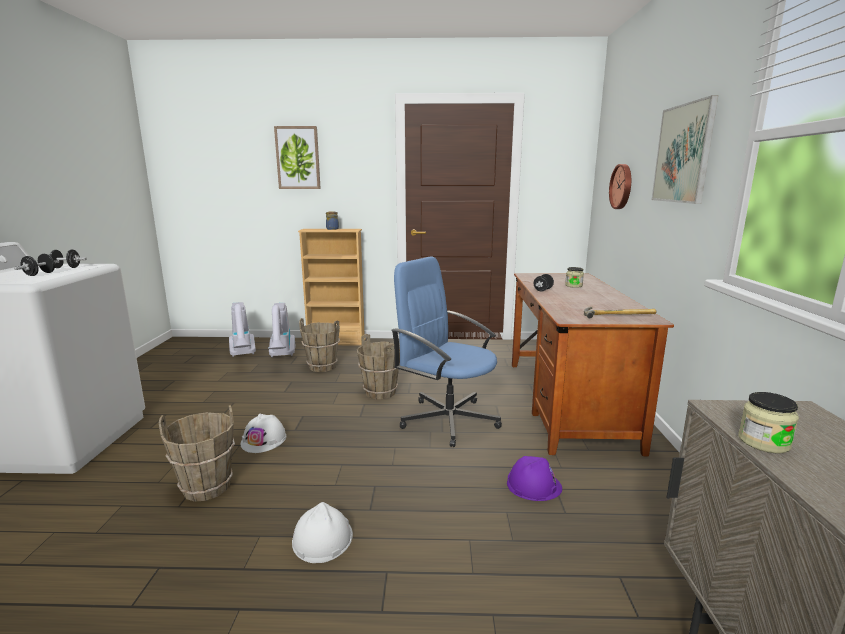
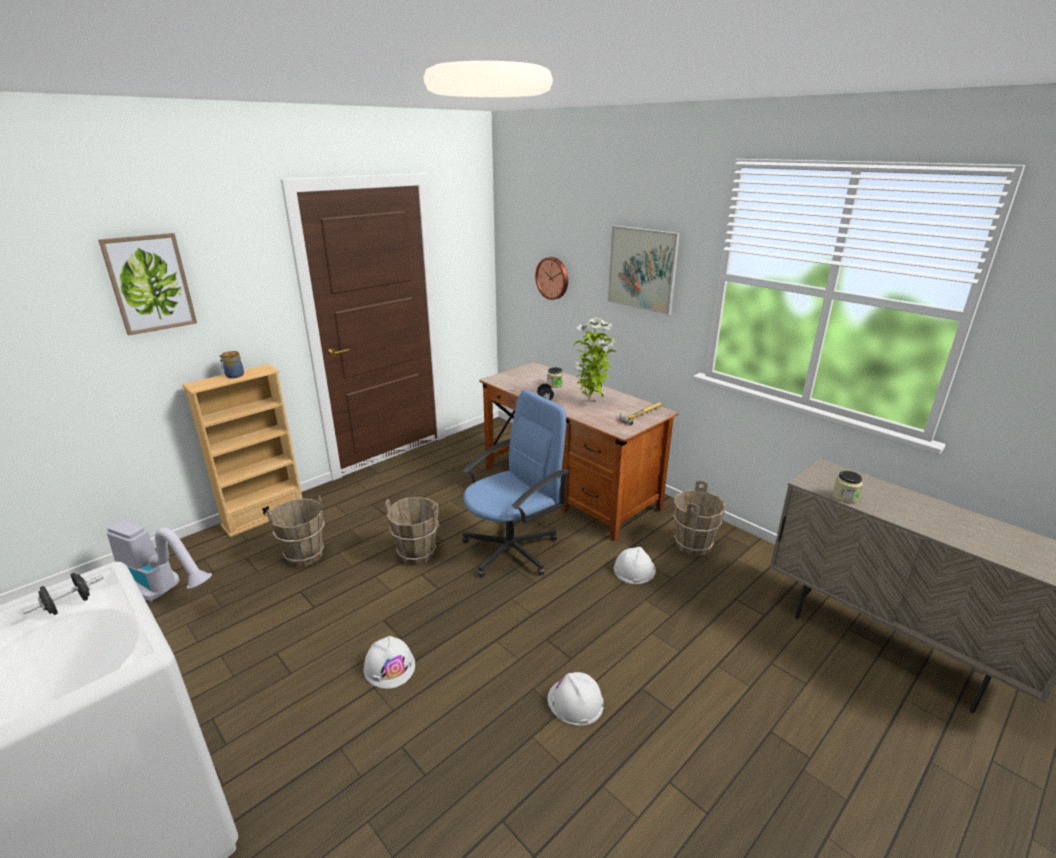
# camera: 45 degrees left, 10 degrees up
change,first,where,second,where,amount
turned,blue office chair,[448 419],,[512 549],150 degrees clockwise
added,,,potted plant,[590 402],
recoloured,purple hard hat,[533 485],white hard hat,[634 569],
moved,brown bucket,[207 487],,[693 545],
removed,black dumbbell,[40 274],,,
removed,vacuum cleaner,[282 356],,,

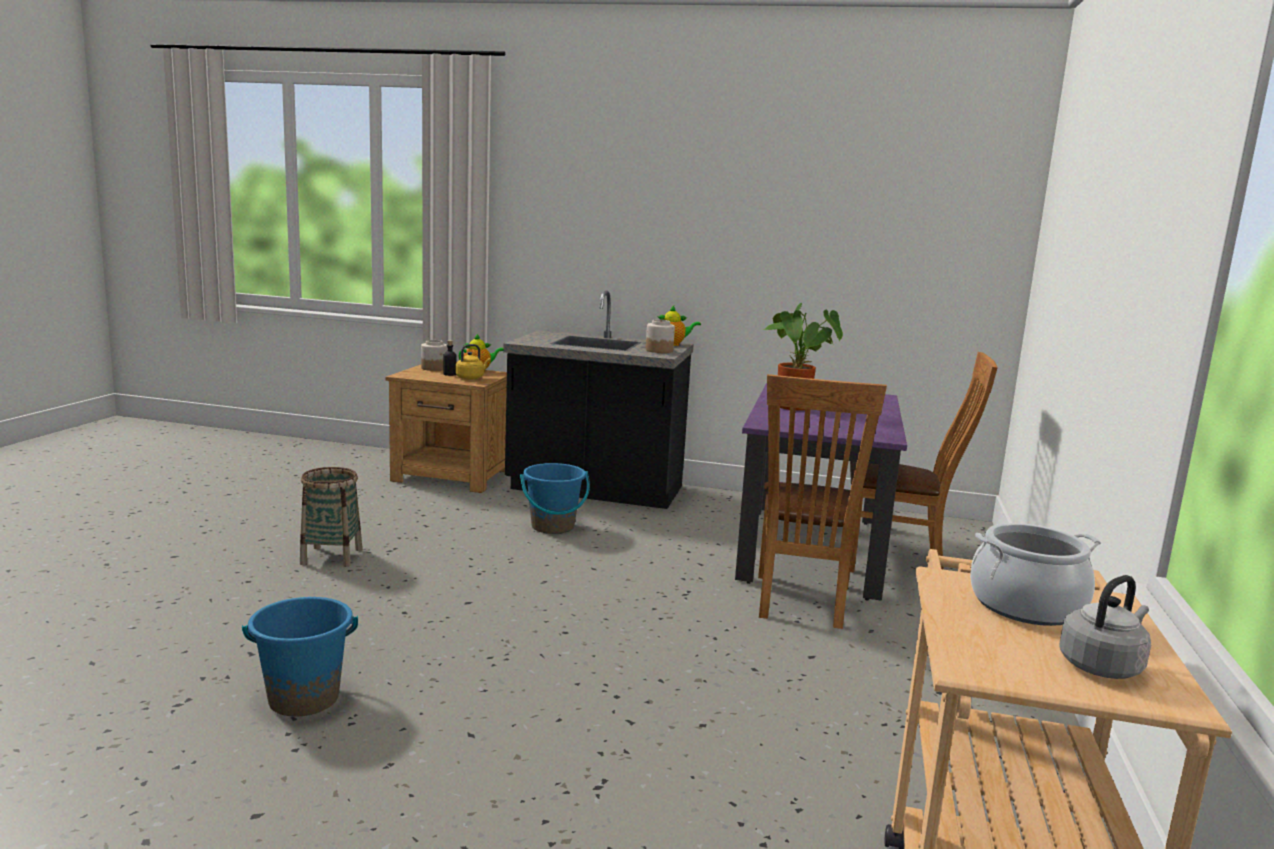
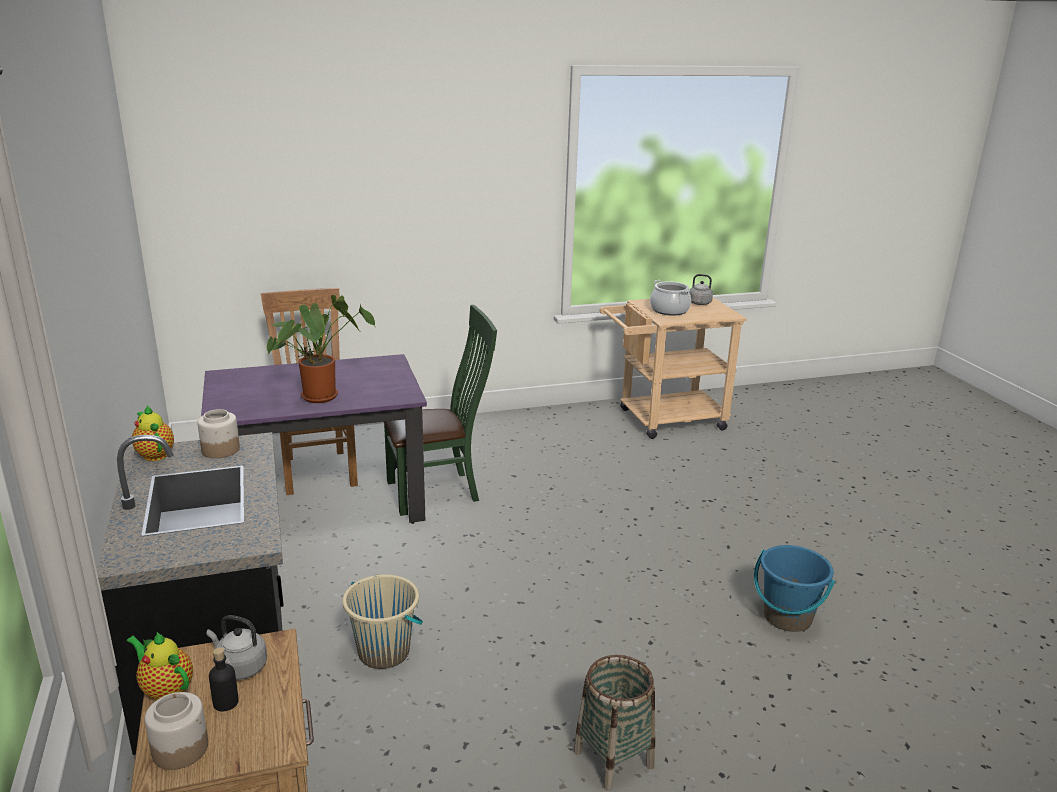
# camera: 120 degrees left, 10 degrees up
change,first,where,second,where,amount
recoloured,yellow kettle,[471 378],grey kettle,[239 667],
recoloured,blue bucket,[553 527],beige bucket,[384 652],
recoloured,brown chair,[801 603],green chair,[438 491],

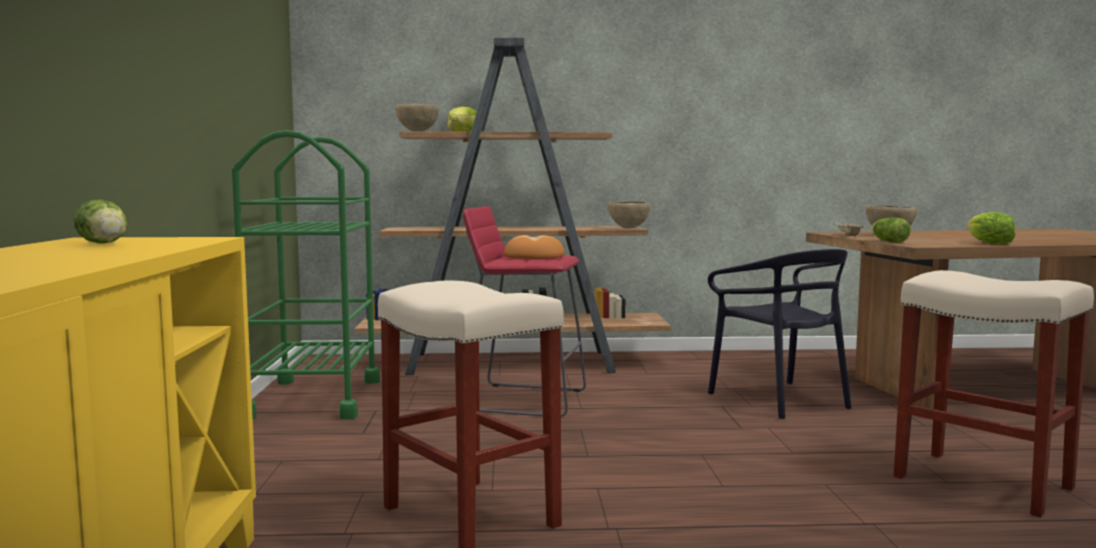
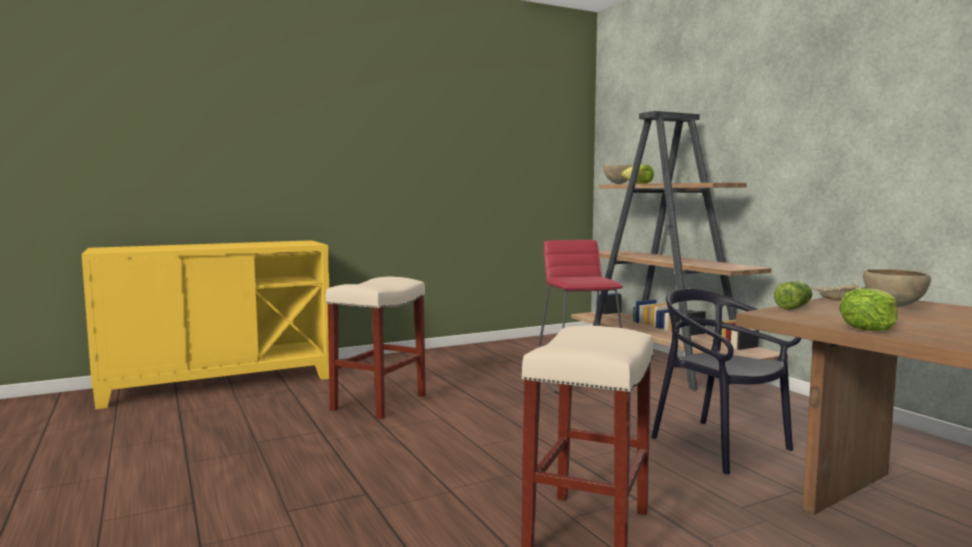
# camera: 65 degrees right, 0 degrees up
change,first,where,second,where,amount
turned,black chair,[779 400],,[719 446],105 degrees clockwise
removed,lettuce,[104 244],,,
removed,green cart,[314 399],,,
removed,bread,[534 256],,,
removed,brown bowl,[628 228],,,

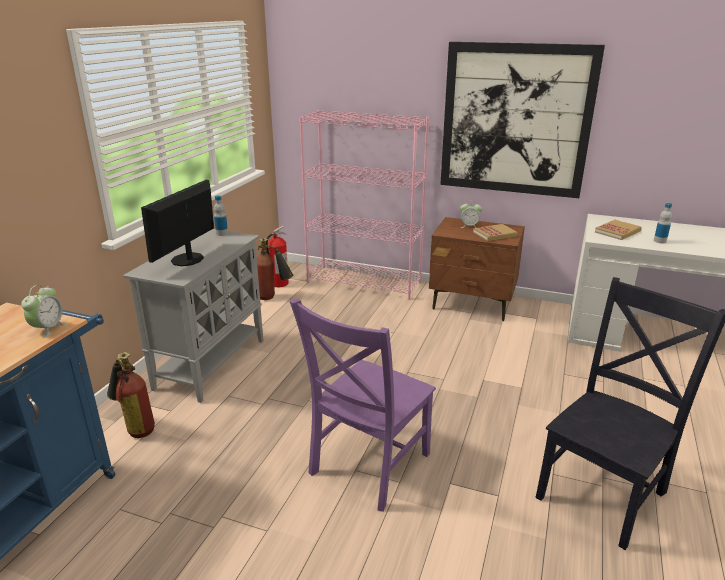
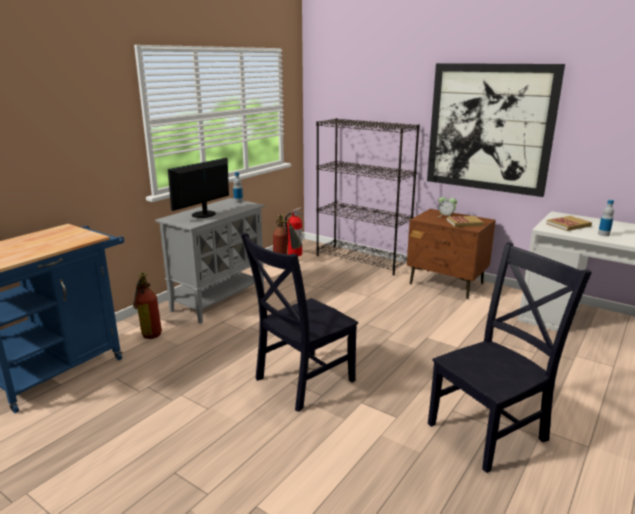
# camera: 15 degrees right, 5 degrees down
change,first,where,second,where,amount
recoloured,purple chair,[367 466],black chair,[301 381],
recoloured,pink bookcase,[364 282],black bookcase,[363 260],
removed,alarm clock,[48 329],,,

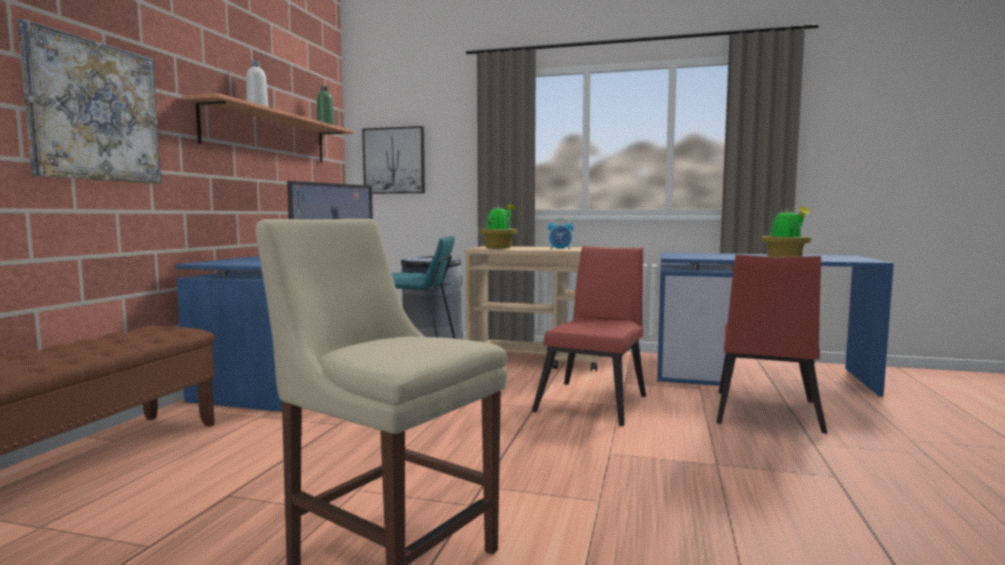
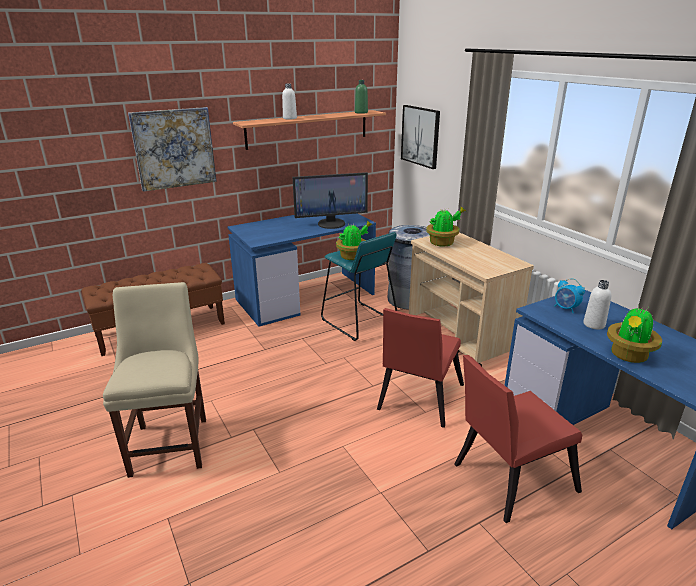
# camera: 45 degrees right, 20 degrees up
change,first,where,second,where,amount
added,,,potted plant,[353 256],
turned,red chair,[595 401],,[418 400],135 degrees clockwise
moved,alarm clock,[560 249],,[566 308],
added,,,white bottle,[594 324],

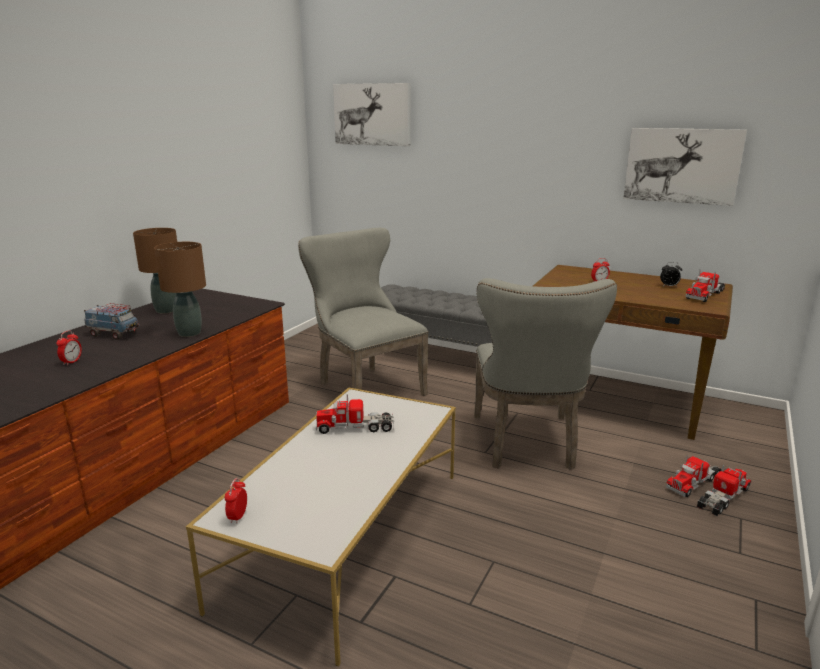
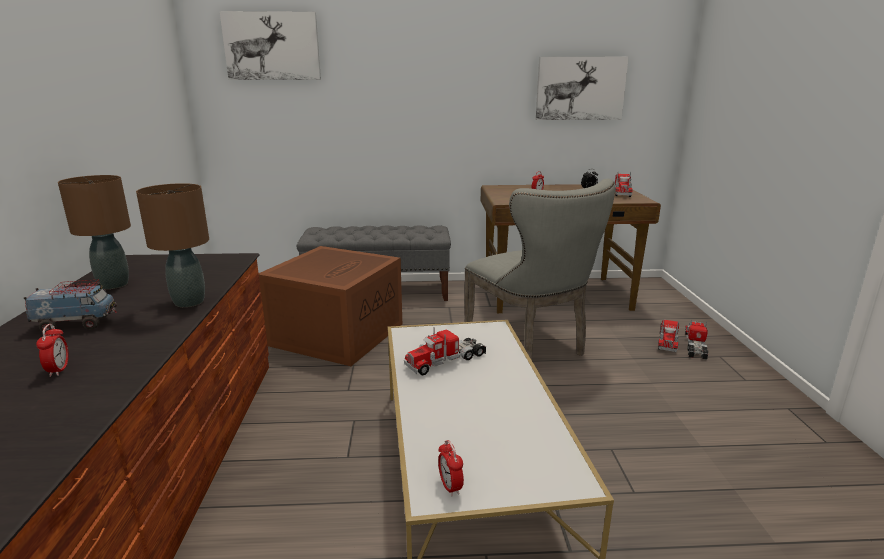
# camera: 30 degrees left, 0 degrees up
change,first,where,second,where,amount
replaced,grey chair,[365 387],brown storage box,[336 333],

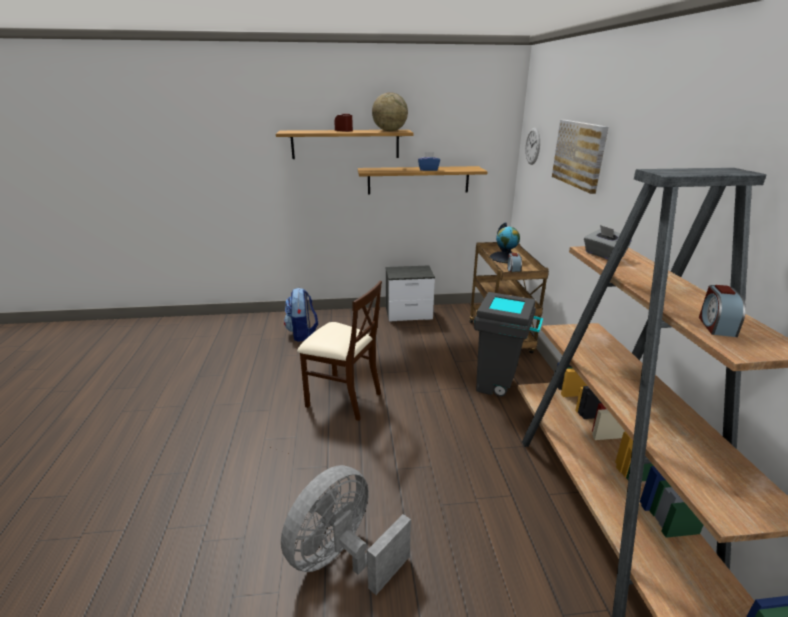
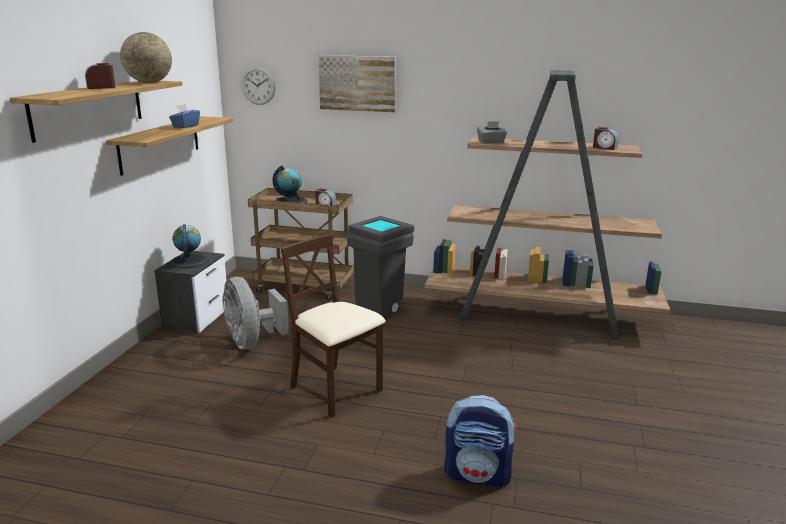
# camera: 70 degrees left, 5 degrees down
change,first,where,second,where,amount
added,,,globe,[189 261],
moved,grey fan,[342 558],,[252 342],
turned,beige chair,[343 398],,[335 390],90 degrees counterclockwise
moved,backpack,[302 333],,[478 474],

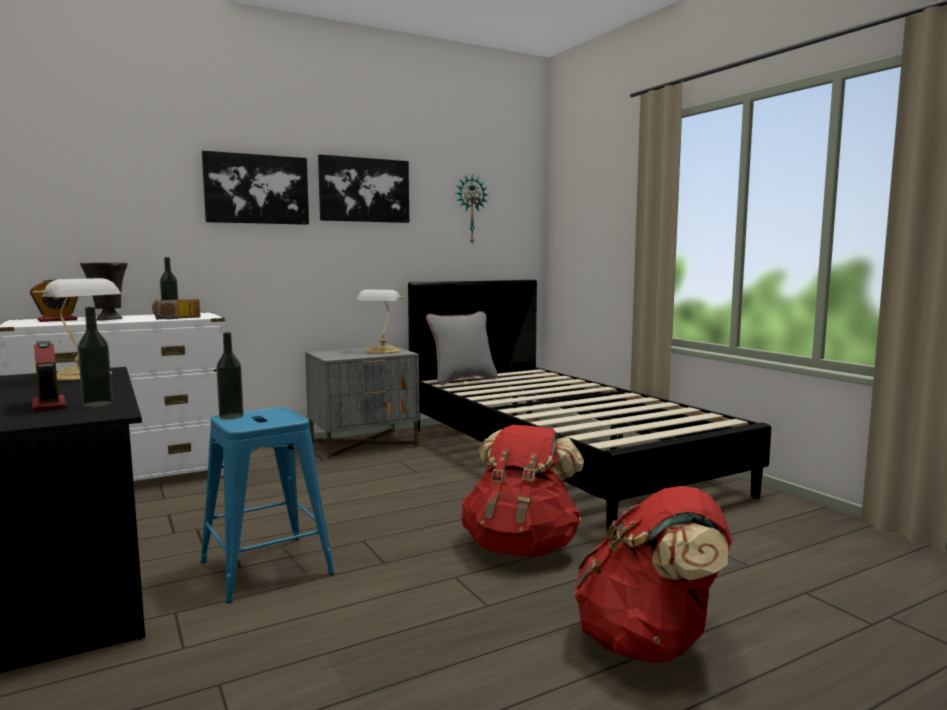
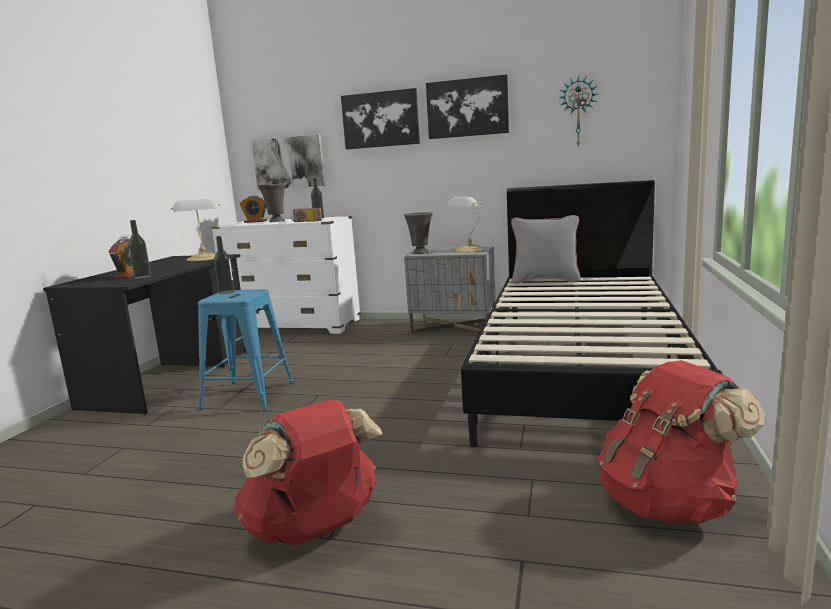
# camera: 45 degrees right, 5 degrees up
change,first,where,second,where,amount
added,,,picture,[289 162],
added,,,grey vase,[420 253],
moved,red backpack,[521 547],,[668 503],

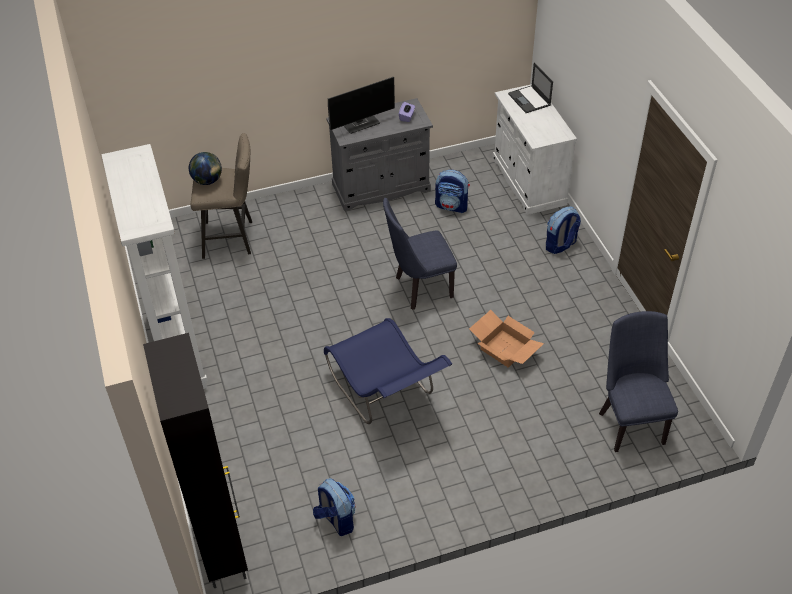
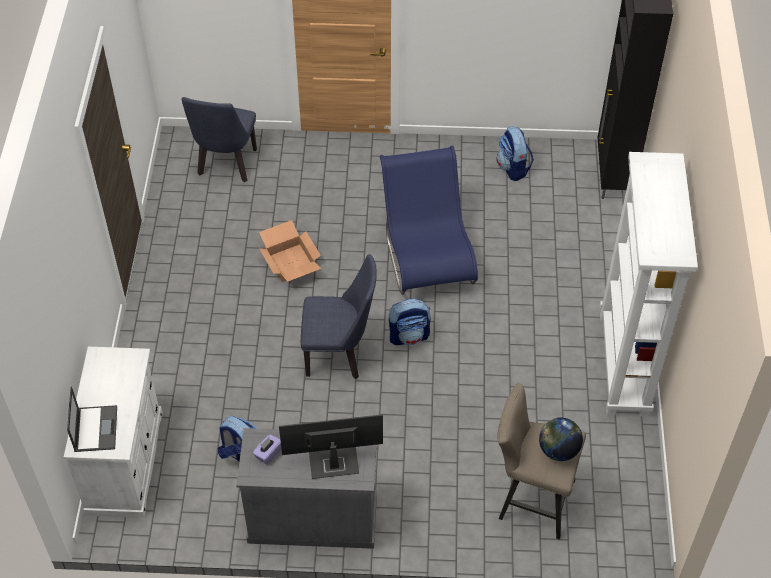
# camera: 160 degrees left, 5 degrees up
change,first,where,second,where,amount
moved,backpack,[560 245],,[409 336],

